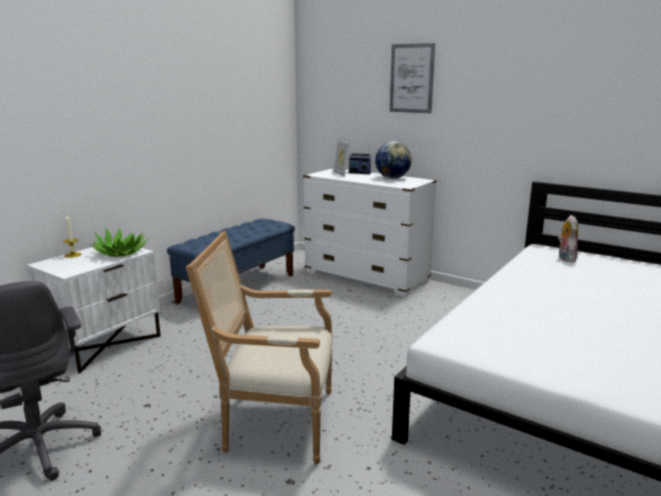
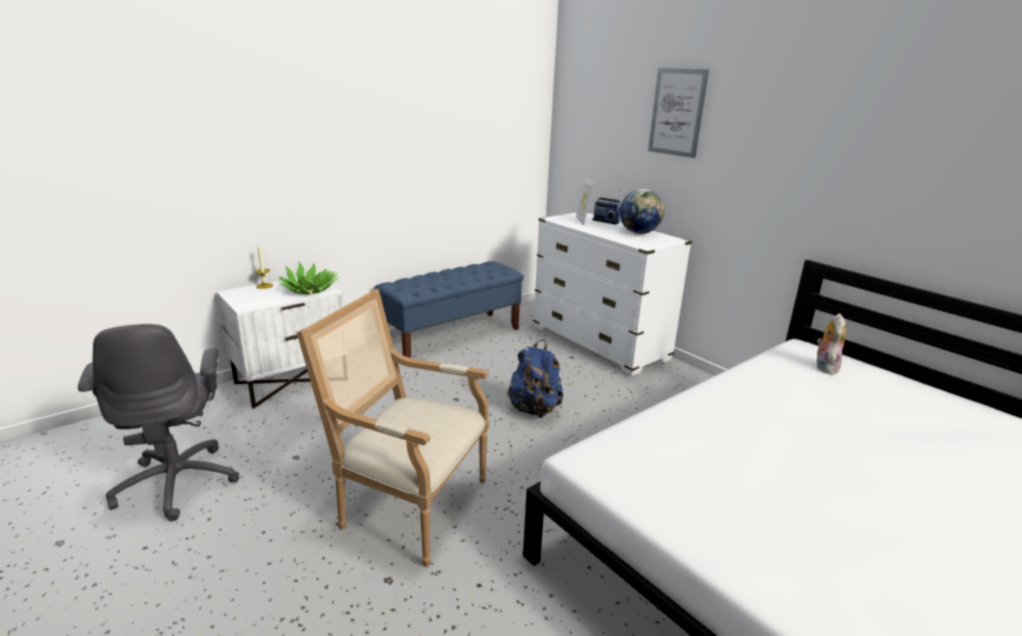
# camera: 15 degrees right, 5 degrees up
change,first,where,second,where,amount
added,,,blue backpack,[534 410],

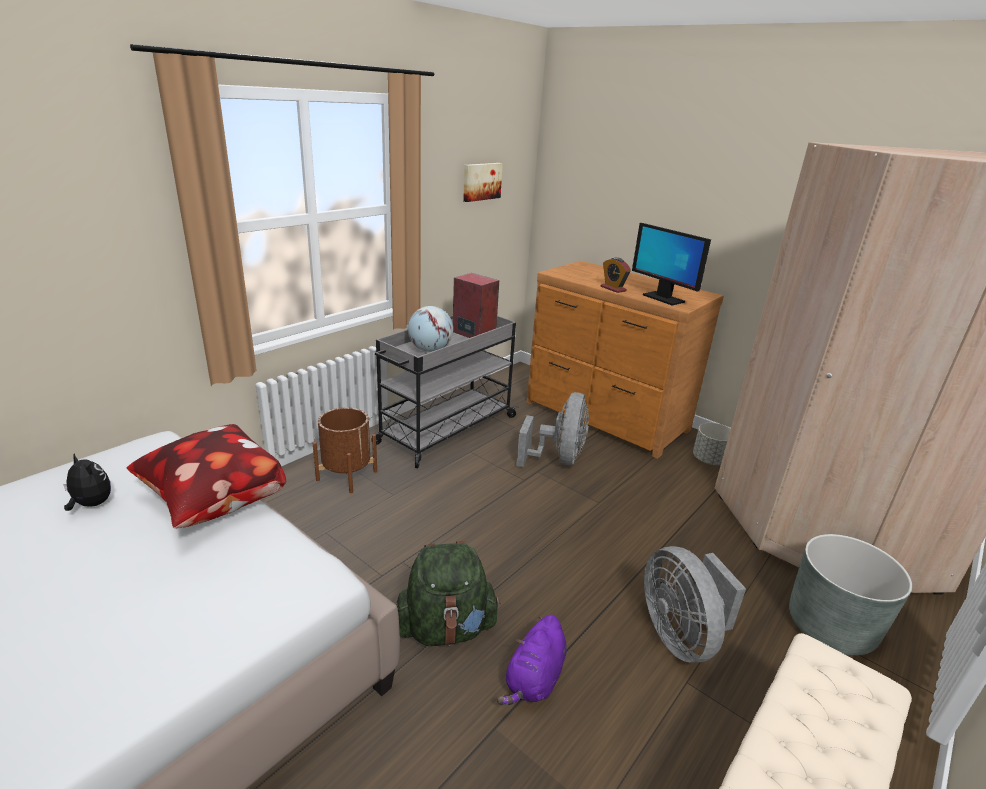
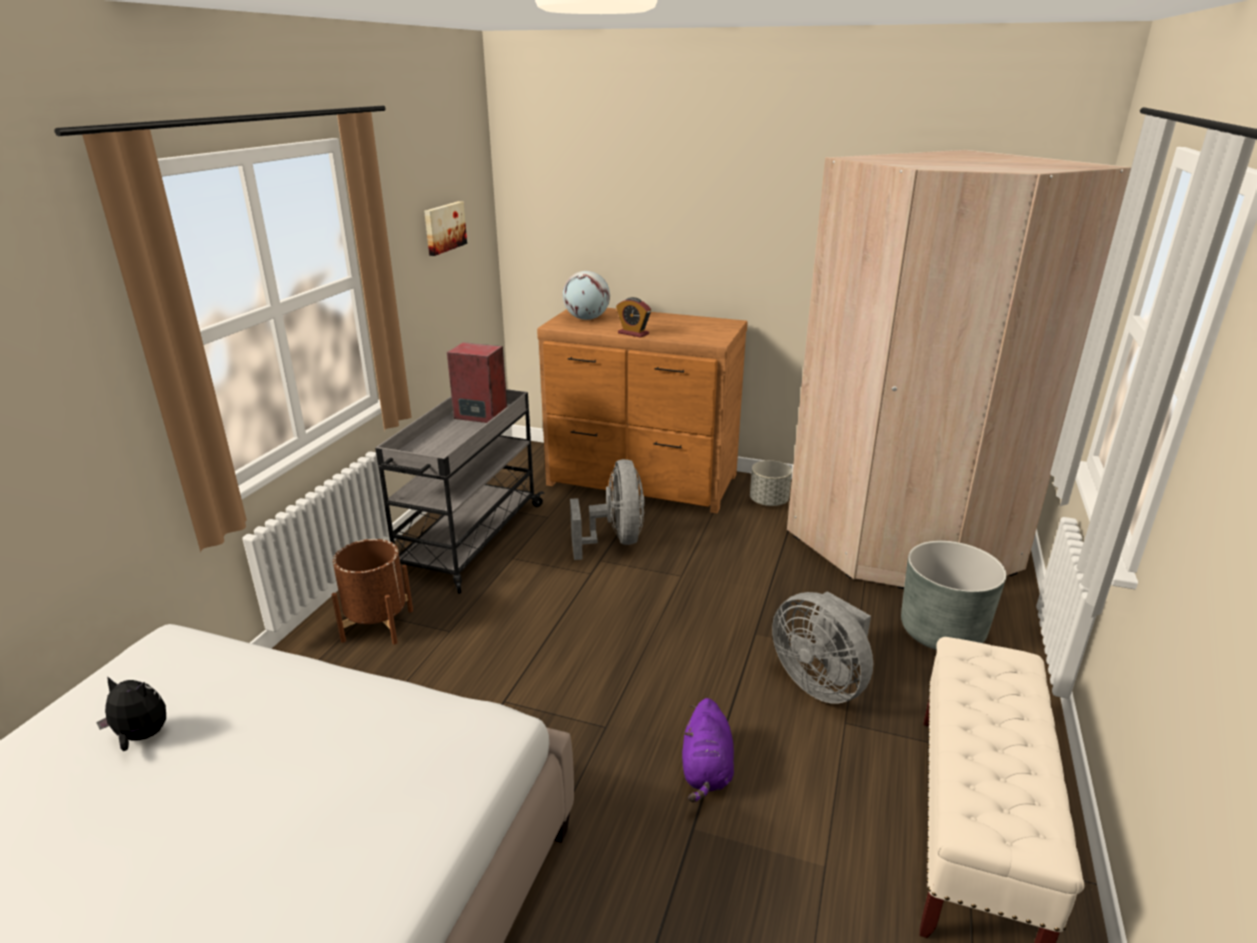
# camera: 20 degrees left, 0 degrees up
change,first,where,second,where,amount
moved,globe,[430 350],,[587 319],
removed,pillow,[213 504],,,
removed,green backpack,[446 628],,,
removed,monitor,[663 298],,,

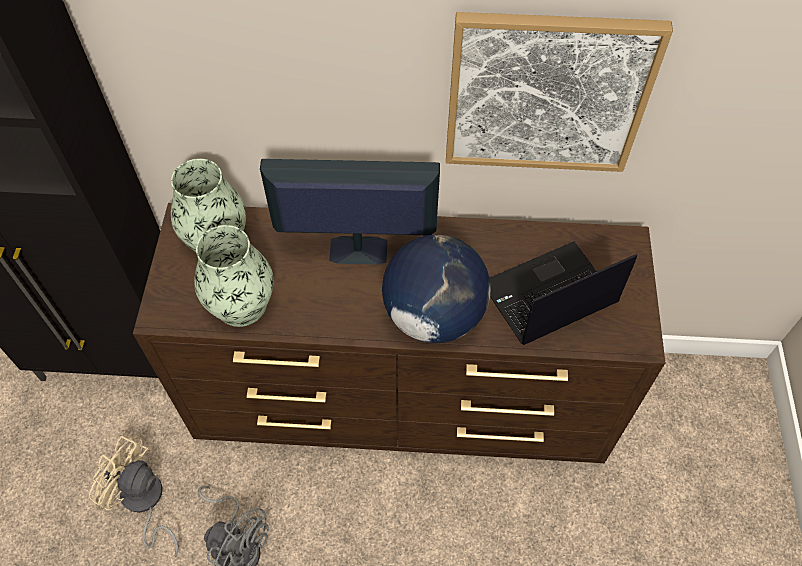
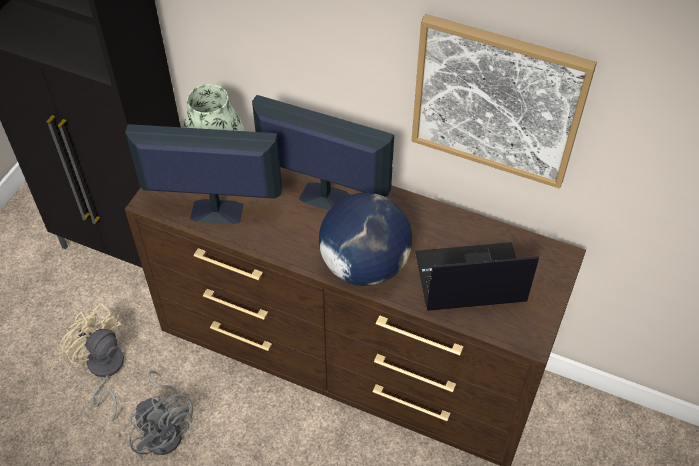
# camera: 20 degrees right, 5 degrees down
change,first,where,second,where,amount
replaced,vase,[241 304],monitor,[215 211],

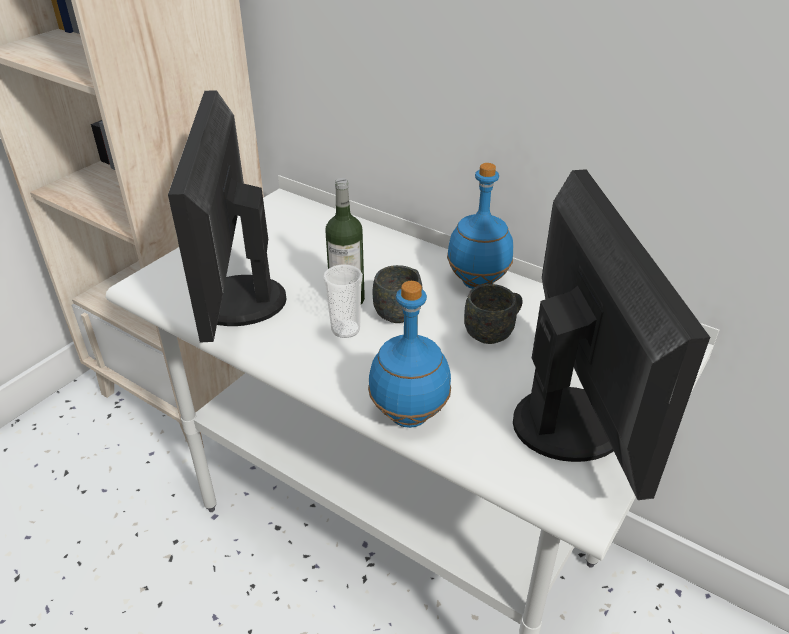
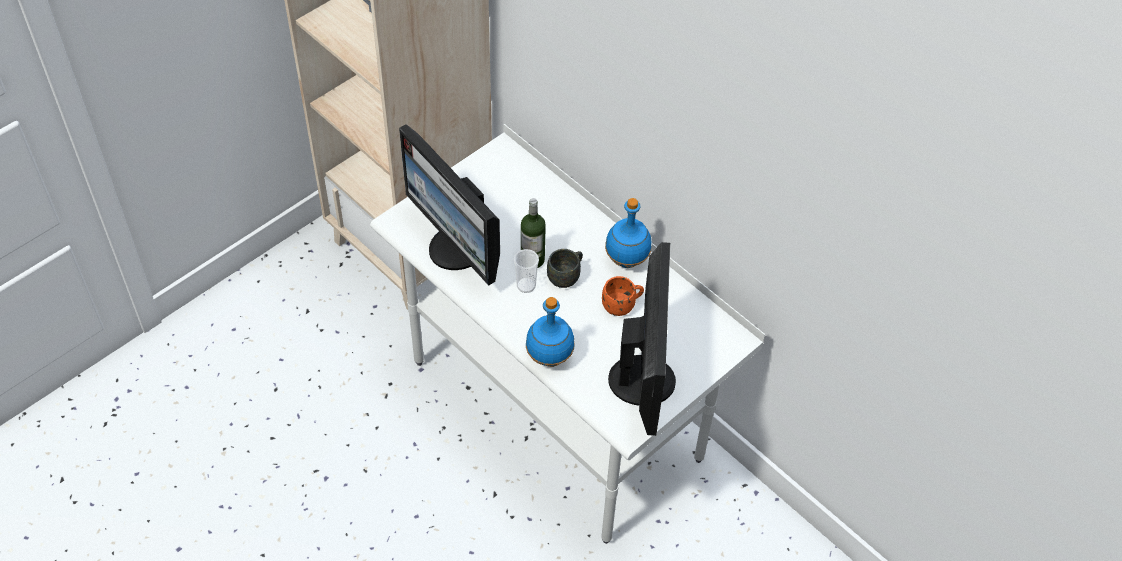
# camera: 10 degrees right, 15 degrees up
change,first,where,second,where,amount
turned,monitor,[236 302],,[457 249],45 degrees counterclockwise
recoloured,grey mug,[493 332],orange mug,[622 305],

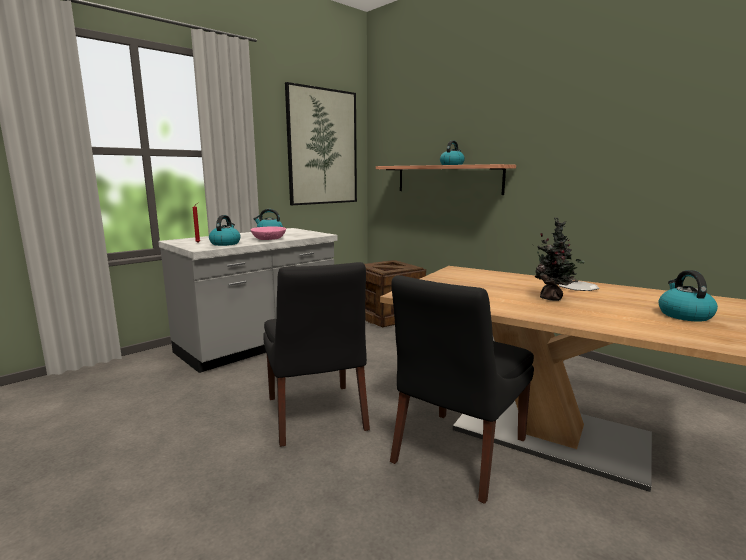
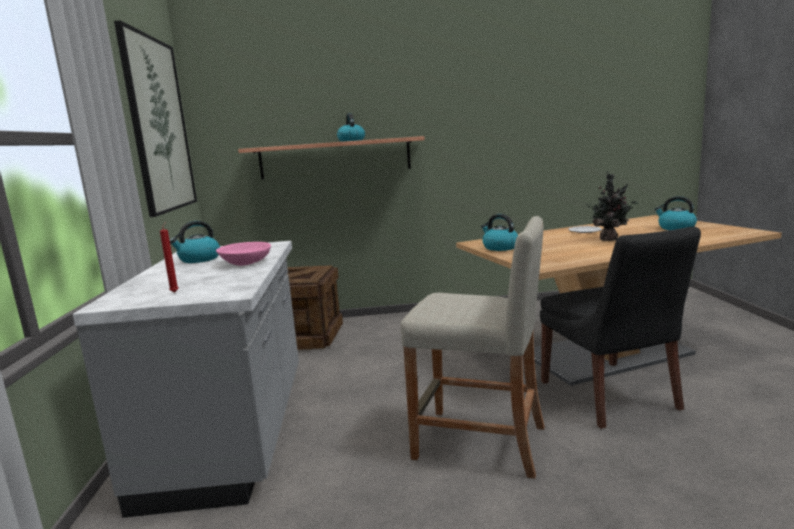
# camera: 50 degrees left, 0 degrees up
change,first,where,second,where,amount
replaced,black chair,[317 416],beige stool,[480 442],
moved,kettle,[225 243],,[499 247],

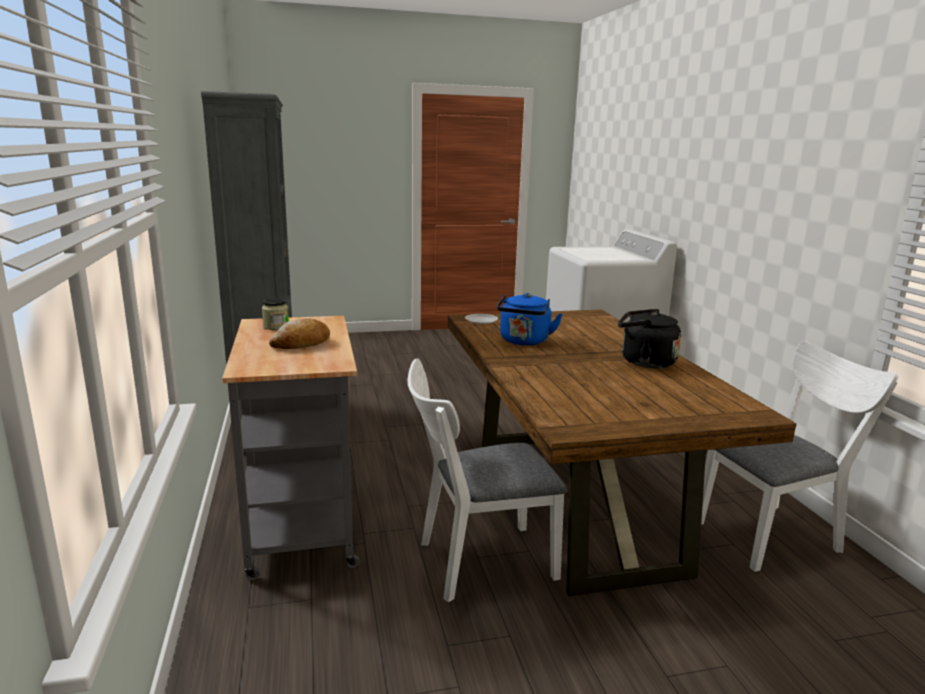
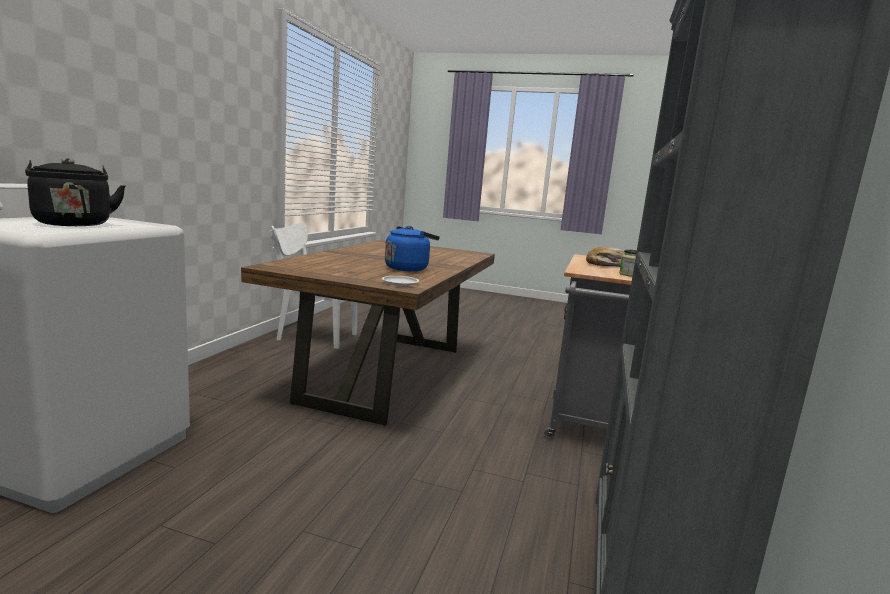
# camera: 150 degrees left, 5 degrees down
change,first,where,second,where,amount
moved,black kettle,[644 362],,[74 225],
removed,white chair,[477 562],,,

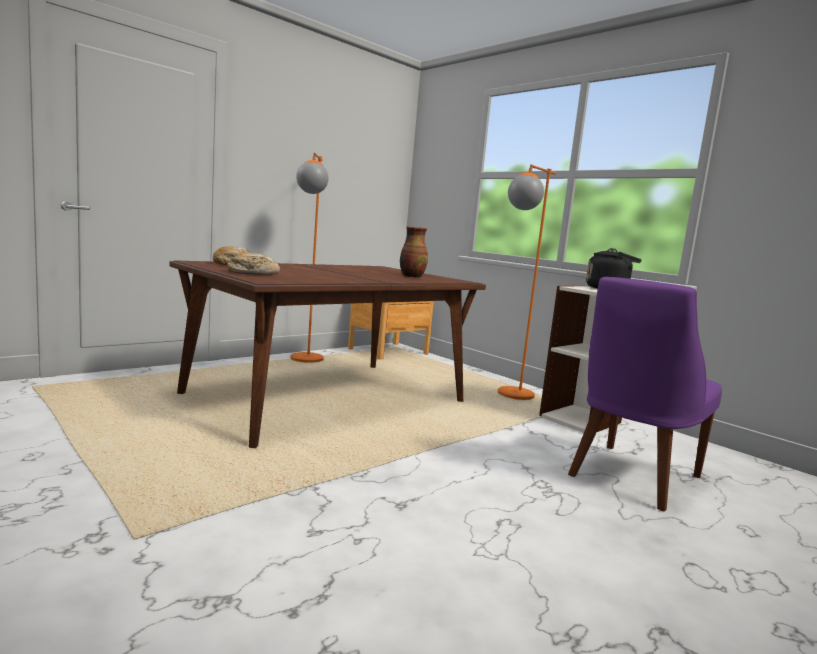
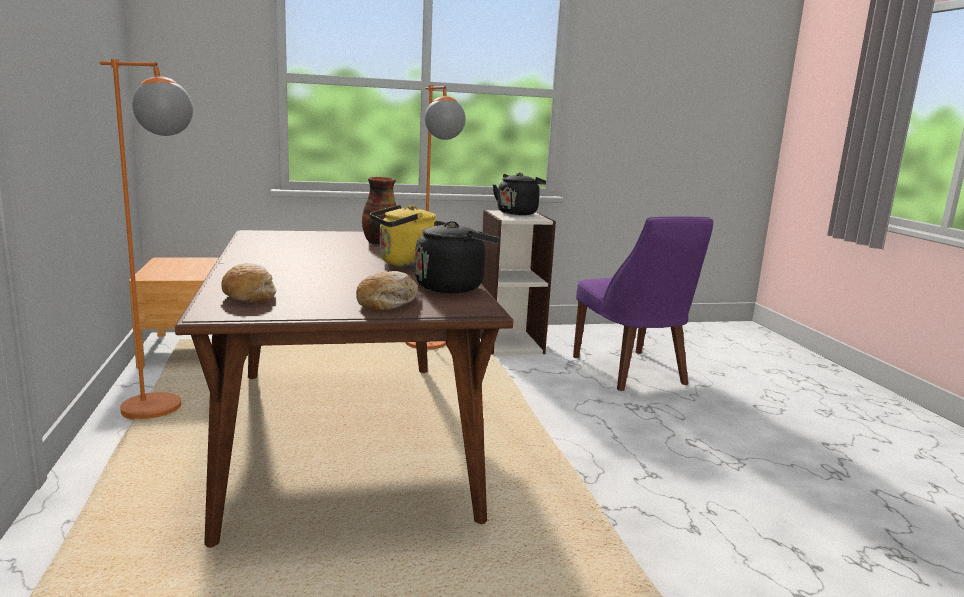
# camera: 60 degrees left, 5 degrees up
change,first,where,second,where,amount
added,,,yellow kettle,[405 264],
added,,,black kettle,[452 287],

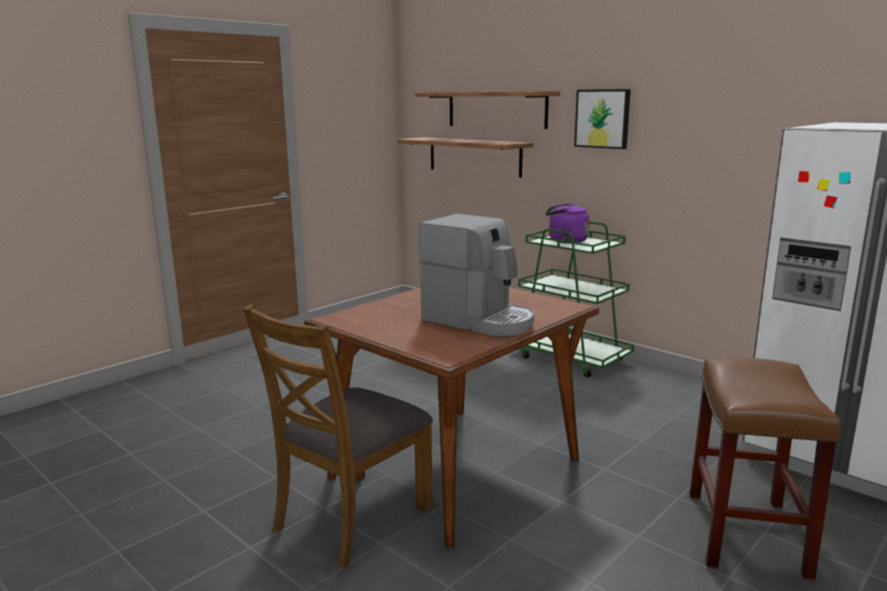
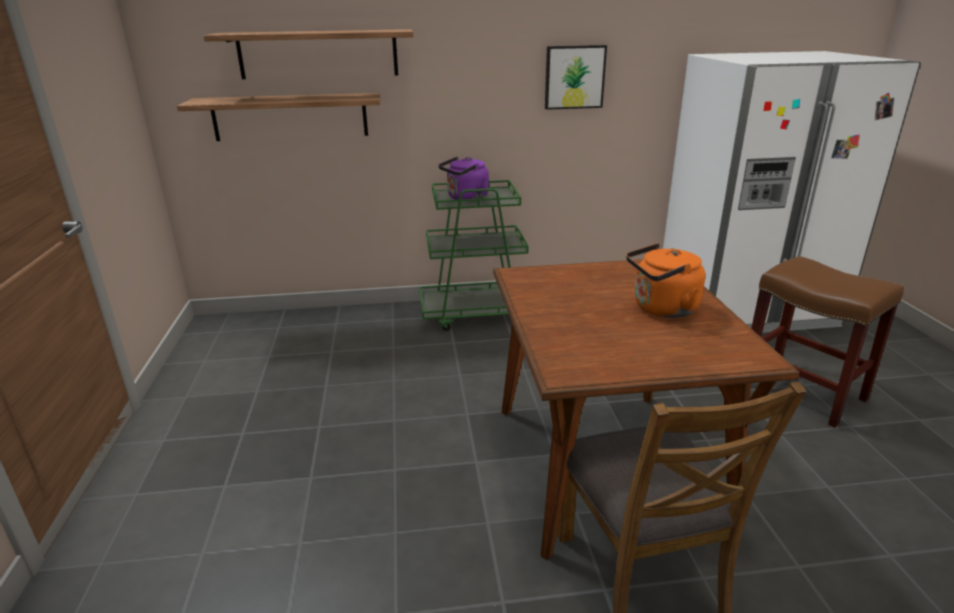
# camera: 50 degrees left, 10 degrees up
change,first,where,second,where,amount
moved,picture,[603 118],,[574 77],
replaced,coffee machine,[479 320],orange kettle,[661 309],

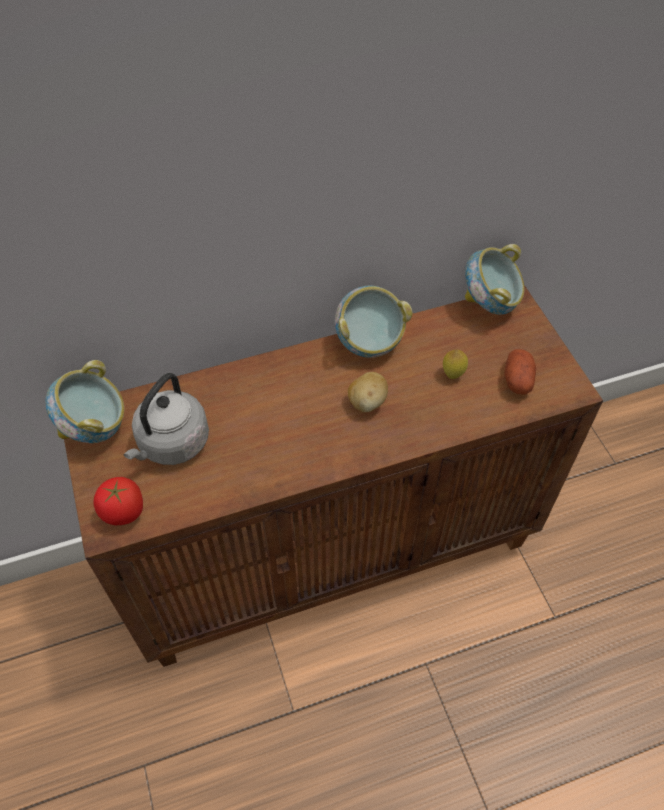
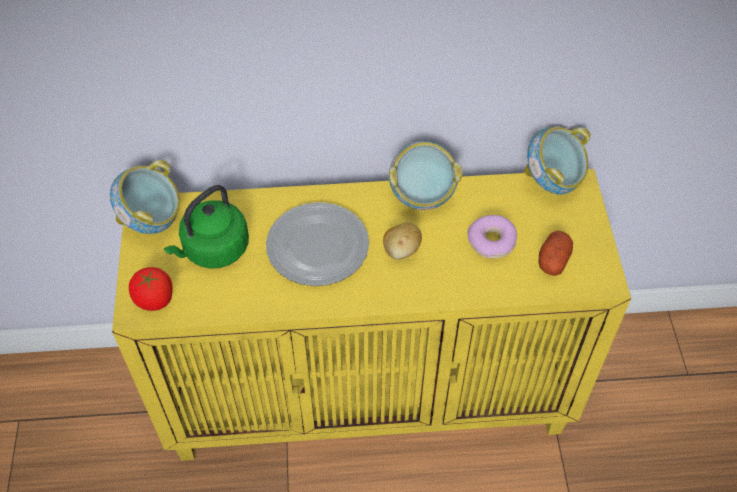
# camera: 15 degrees right, 0 degrees up
change,first,where,second,where,amount
recoloured,brown cabinet,[333 550],yellow cabinet,[370 392],
recoloured,grey kettle,[171 444],green kettle,[213 250],
added,,,plate,[319 246],
replaced,lemon,[453 374],donut,[492 242],

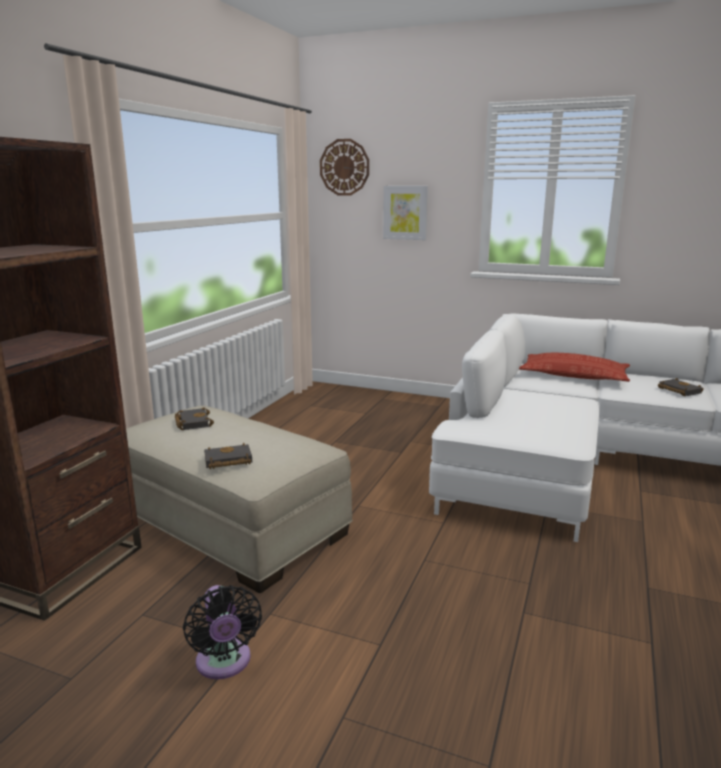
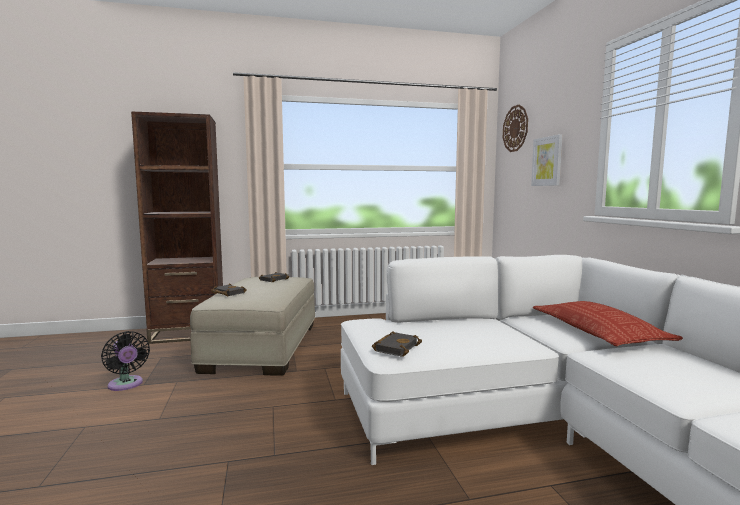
# camera: 55 degrees right, 10 degrees down
change,first,where,second,where,amount
turned,black fan,[224 663],,[126 385],75 degrees counterclockwise
moved,black book,[677 390],,[396 347],

